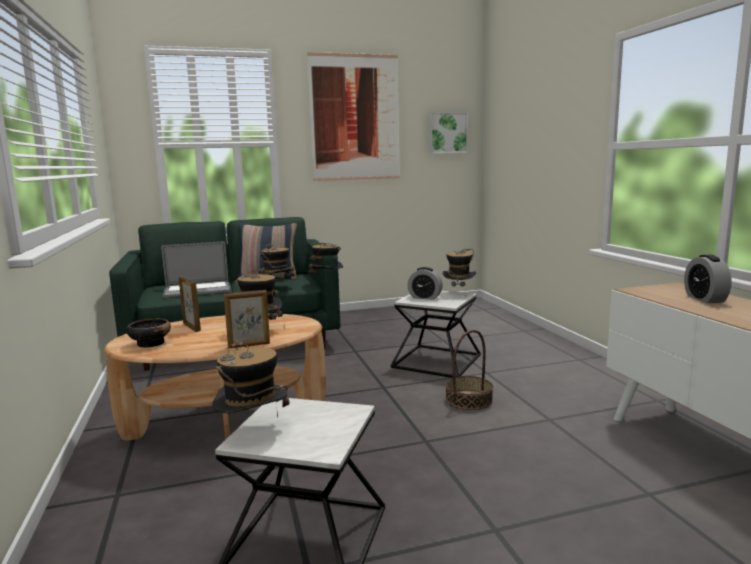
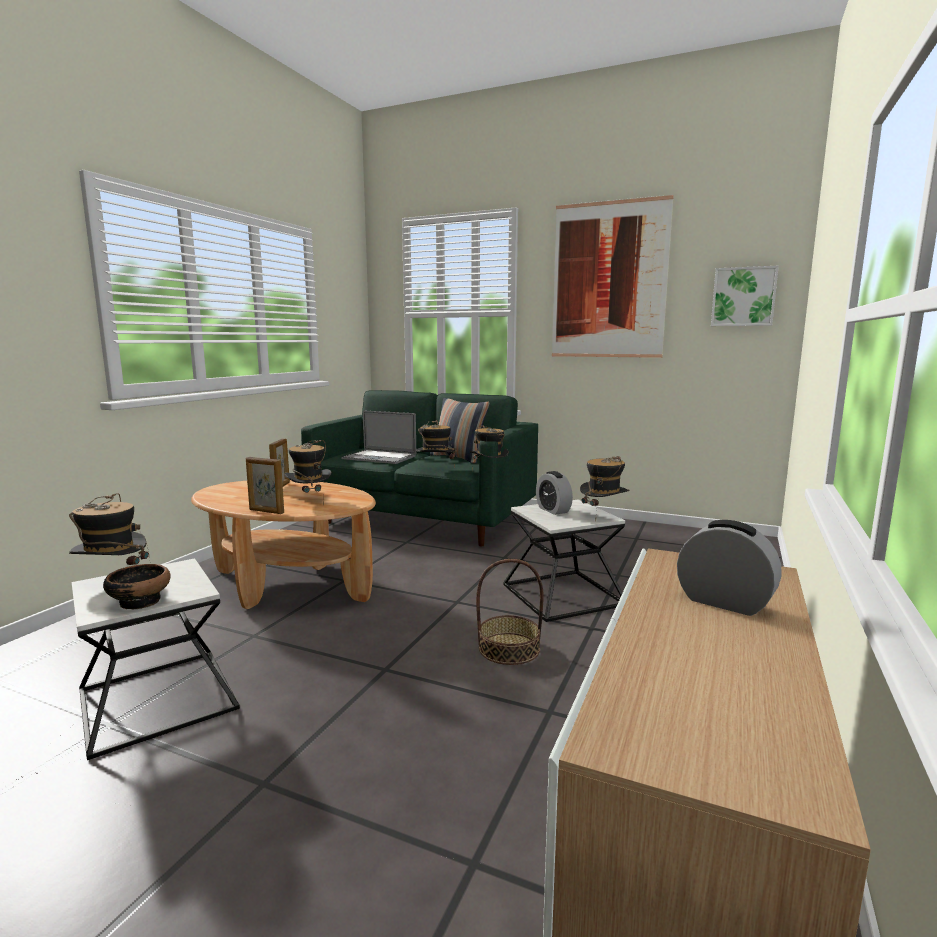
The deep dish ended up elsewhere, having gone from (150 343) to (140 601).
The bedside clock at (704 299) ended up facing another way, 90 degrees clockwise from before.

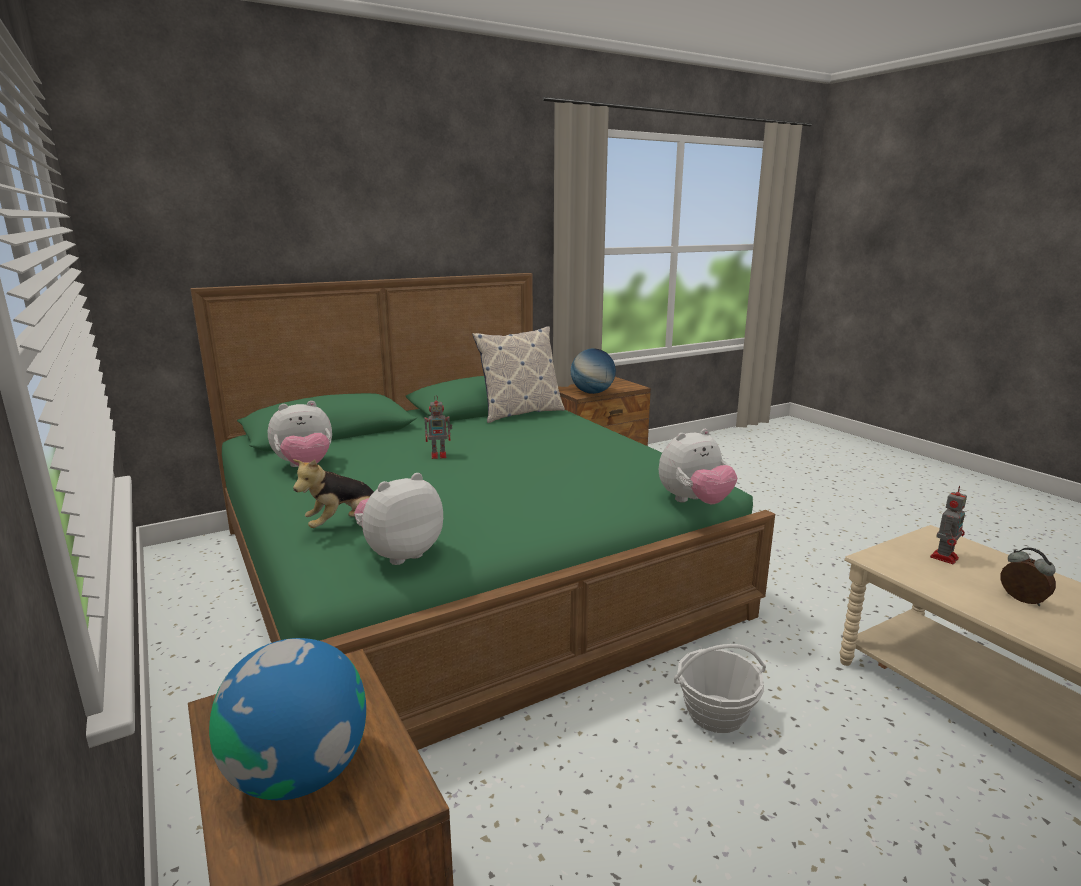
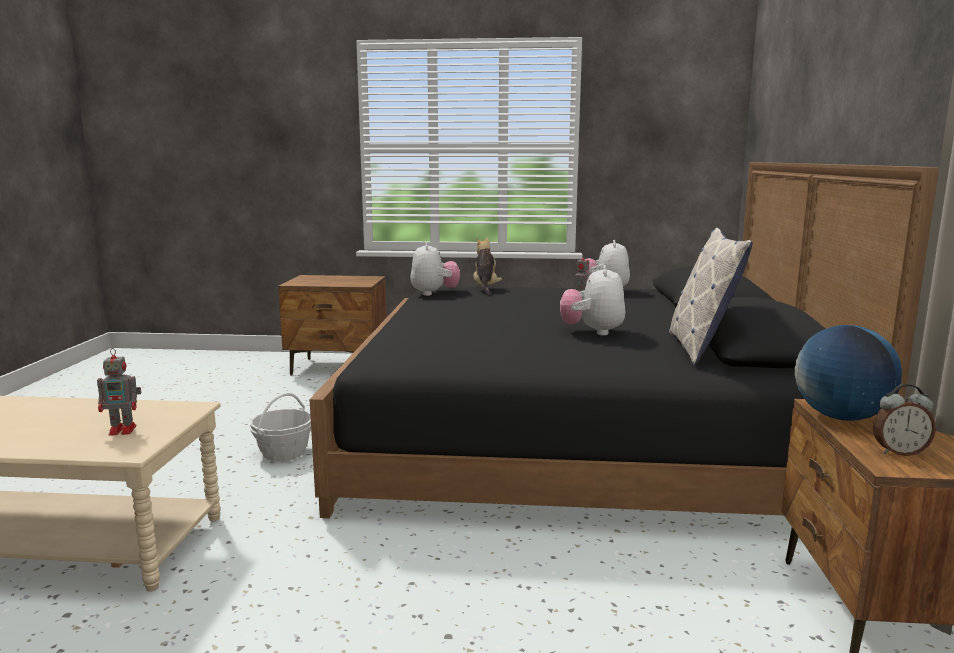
What was the green sleeping bed at (463 568) turned into the black-coloured sleeping bed at (579 434).
The second view lost the desk globe at (299 773).
The cuddly toy ended up elsewhere, having gone from (694 502) to (592 332).
The model robot at (944 557) ended up facing another way, 90 degrees counterclockwise from before.
The bedside clock ended up elsewhere, having gone from (1021 600) to (899 452).

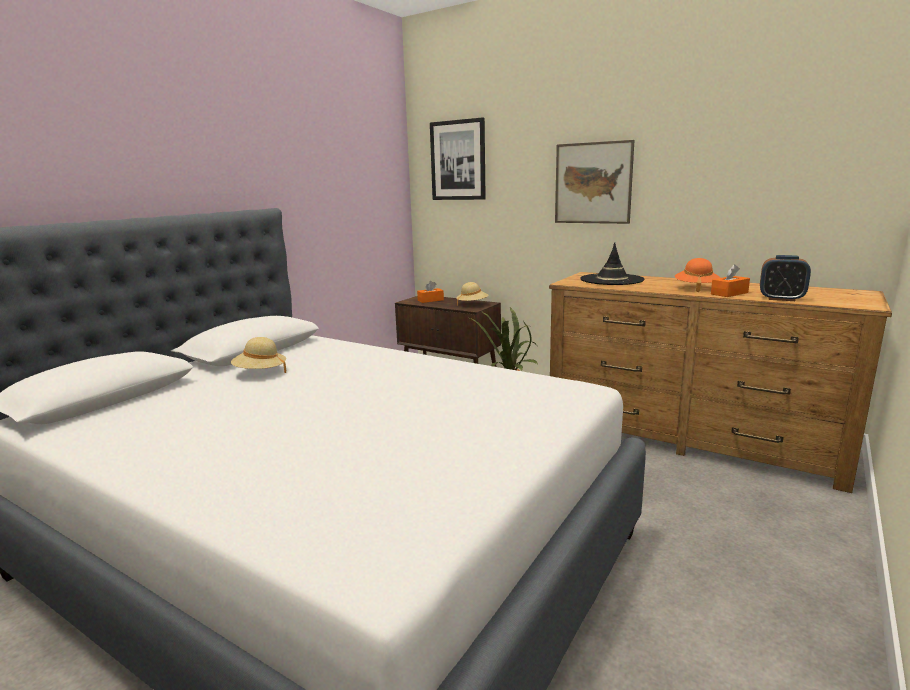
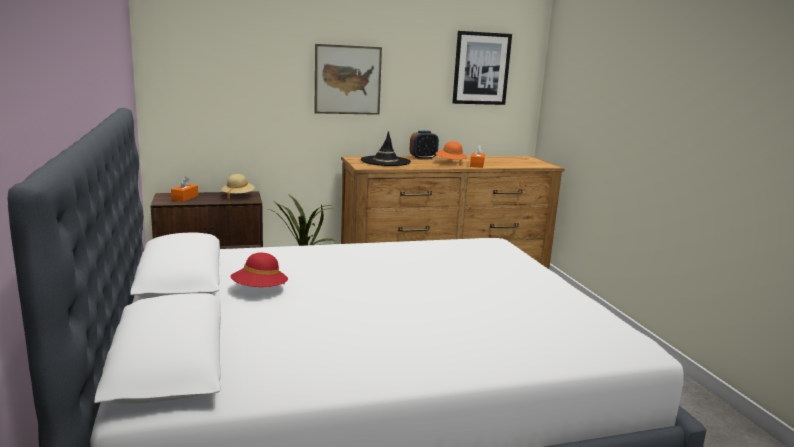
What was the beige-coloured clothing hat at (260 373) turned into the red clothing hat at (259 290).
The wall art ended up elsewhere, having gone from (458 160) to (481 68).
The bedside clock ended up elsewhere, having gone from (781 299) to (423 158).

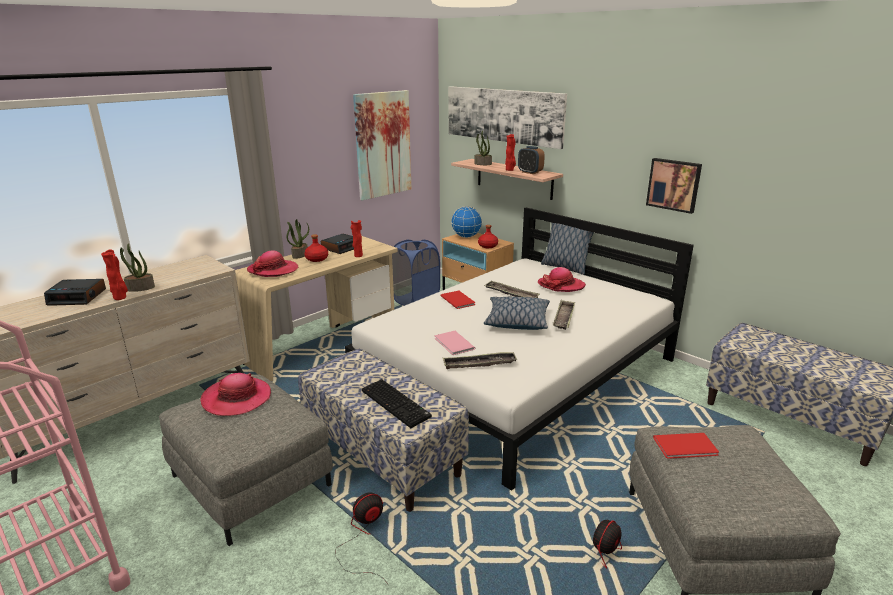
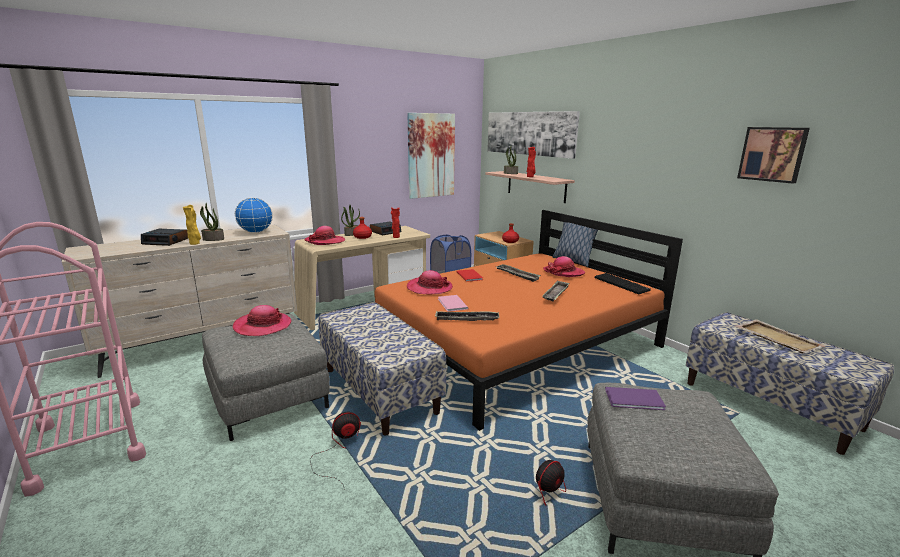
What was the red vase at (120 298) turned into the yellow vase at (195 243).
What was the white-coloured sleeping bed at (518 374) turned into the orange-coloured sleeping bed at (517 344).
The PC keyboard ended up elsewhere, having gone from (397 403) to (622 284).
The desk globe ended up elsewhere, having gone from (466 237) to (256 232).
The second view lost the pillow at (516 321).
The second view lost the bedside clock at (530 172).
The wall art ended up elsewhere, having gone from (674 184) to (772 154).
What was the red volume at (687 447) turned into the purple-coloured volume at (636 400).
The second view gained the clothing hat at (429 288).
The second view gained the beige-coloured carrying tray at (777 338).

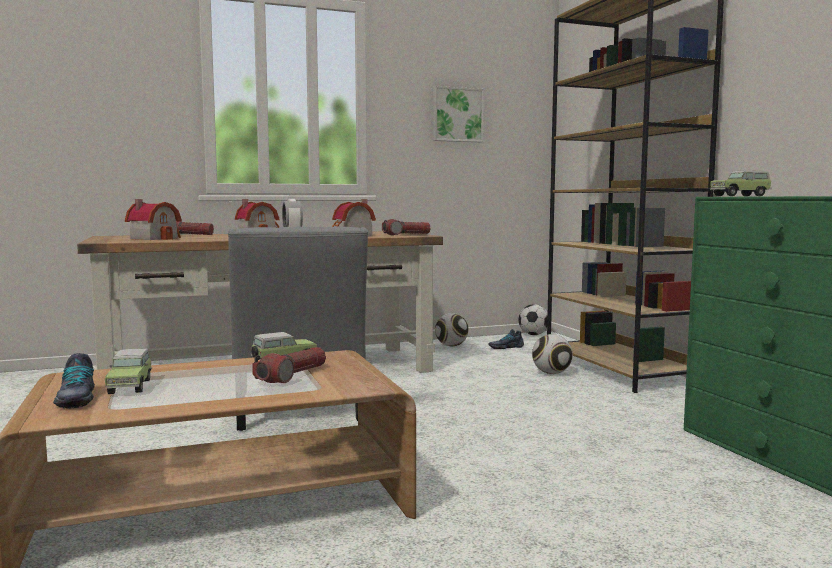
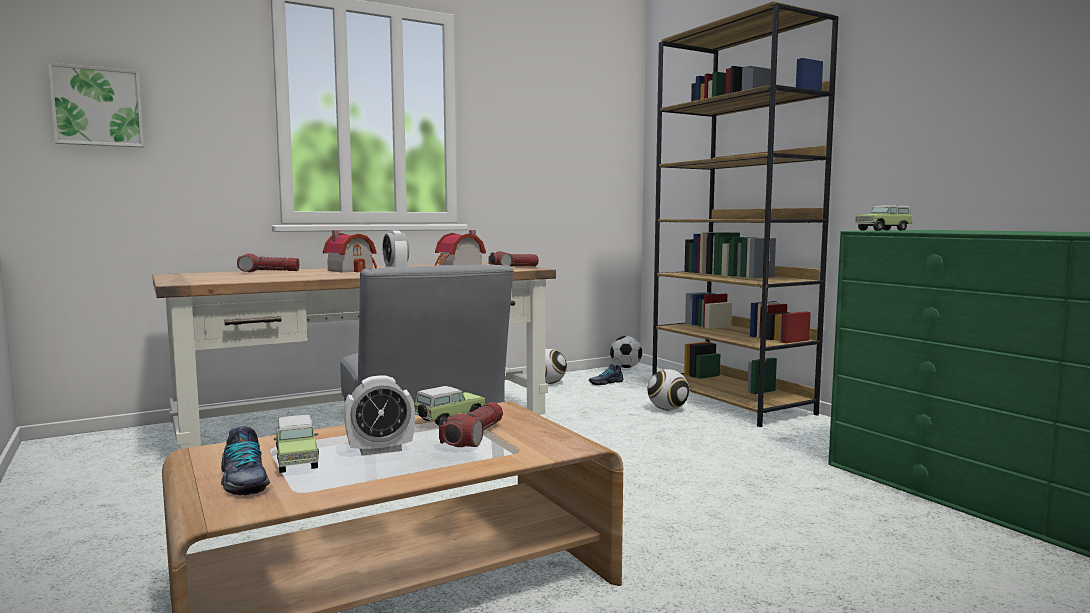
The second view lost the miniature house at (156 238).
The wall art ended up elsewhere, having gone from (457 115) to (97 107).
The second view gained the bedside clock at (380 450).

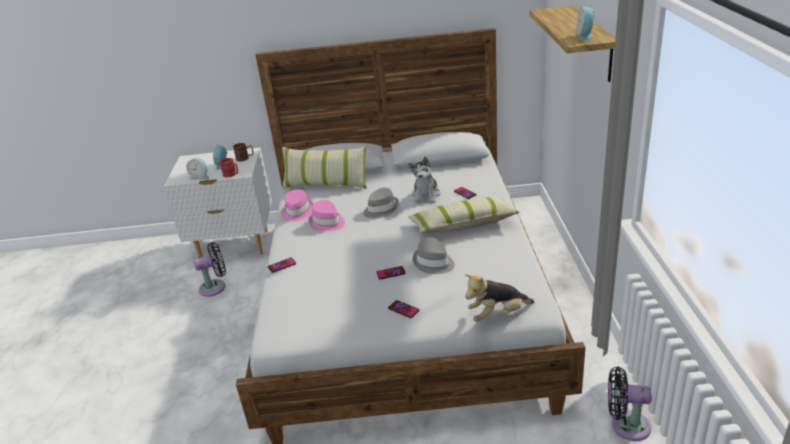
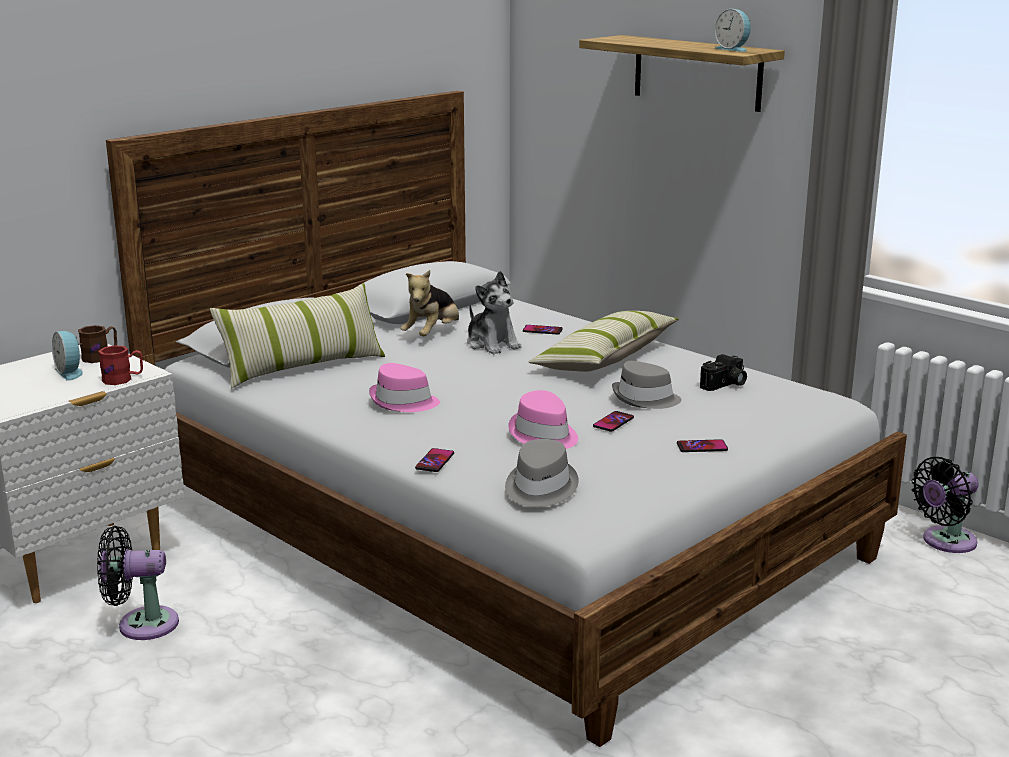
The second view lost the bedside clock at (200 177).
The black-coloured fan at (215 287) ended up facing another way, 120 degrees counterclockwise from before.
The pink-coloured clothing hat ended up elsewhere, having gone from (297 211) to (543 435).
The gray clothing hat ended up elsewhere, having gone from (381 209) to (539 488).
The cuddly toy ended up elsewhere, having gone from (497 315) to (432 334).
The second view gained the still camera at (725 385).

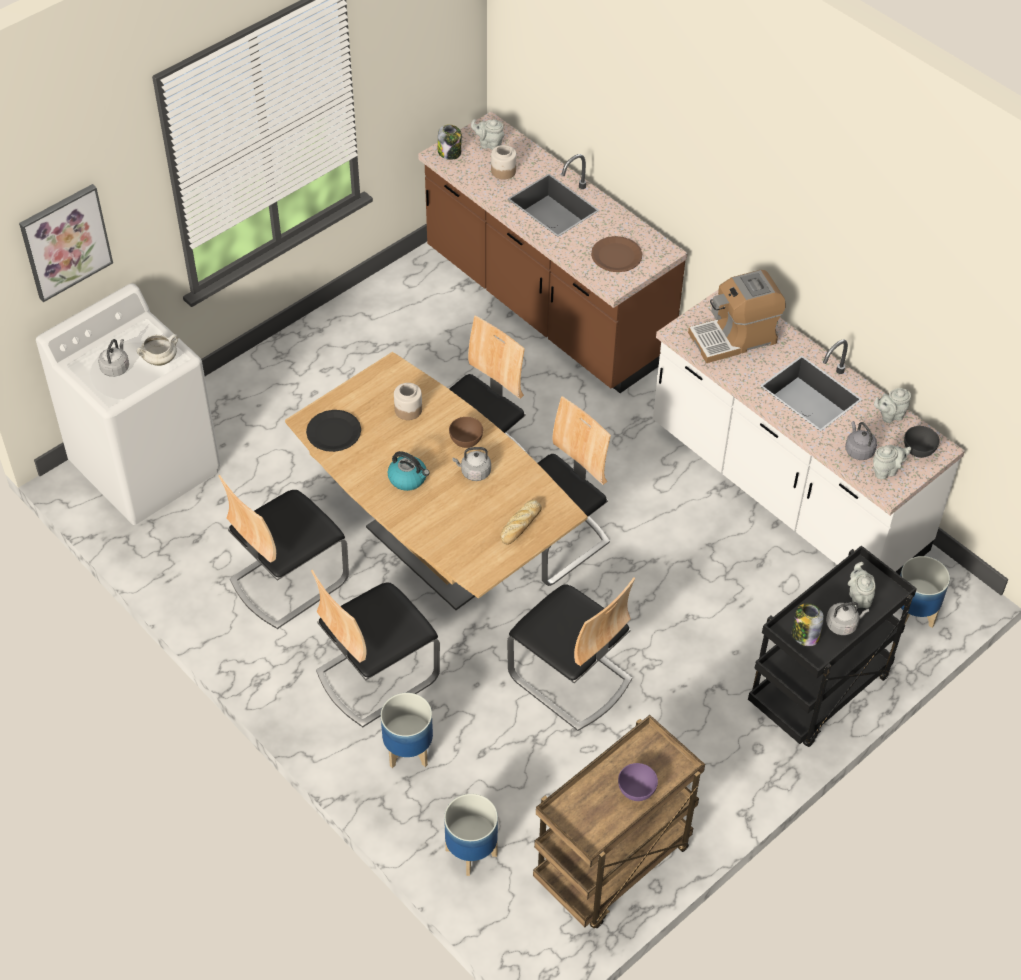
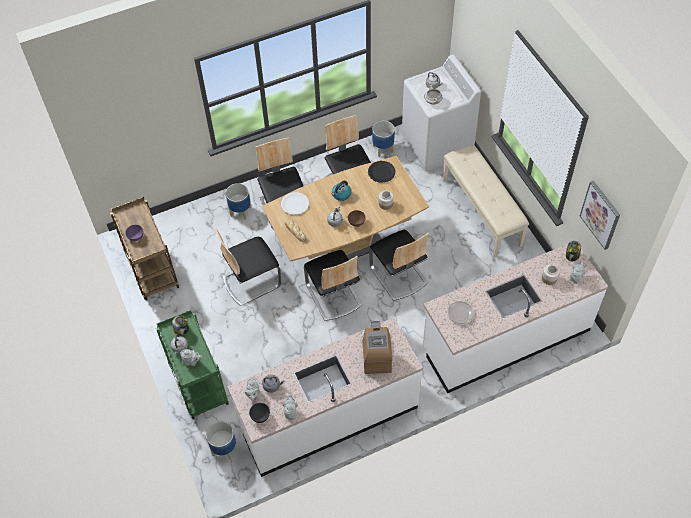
The wall art ended up elsewhere, having gone from (65 241) to (600 214).
What was the brown kitchen counter at (545 306) turned into the white-coloured kitchen counter at (505 339).
The flower pot ended up elsewhere, having gone from (470 853) to (382 149).
Where the brown dinner plate stood at (616 256), the frying pan came to stand at (460 315).
What was the black-coloured trolley at (818 693) turned into the green trolley at (197 384).
The second view gained the white-coloured dinner plate at (295 204).
The second view gained the beige-coloured bench at (482 212).

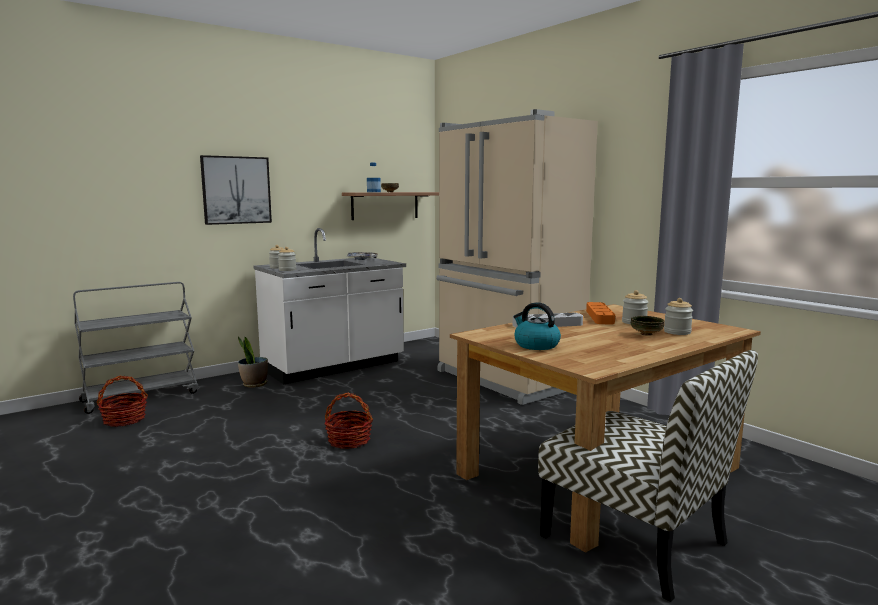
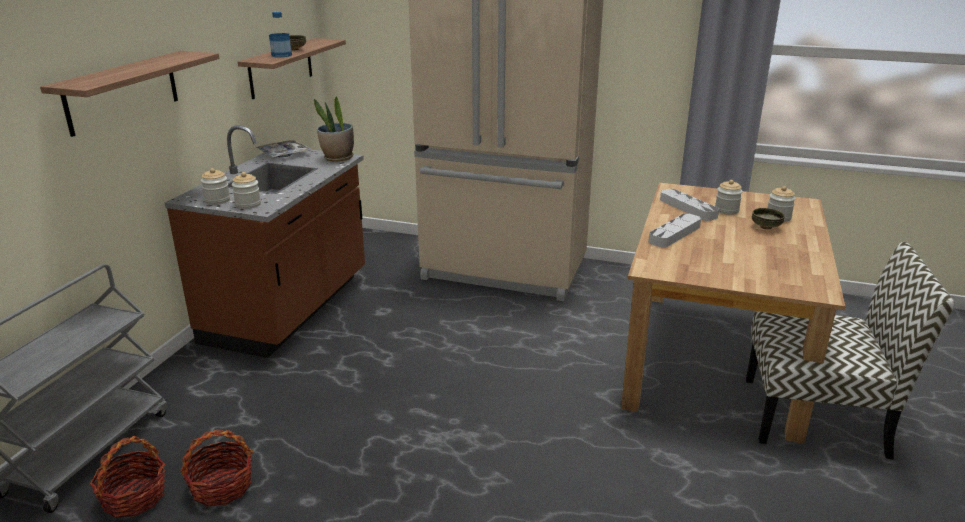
Where the wall art hung at (236 190), the wall shelf came to hang at (122 92).
The houseplant ended up elsewhere, having gone from (254 384) to (338 158).
What was the white-coloured kitchen counter at (334 367) turned into the brown kitchen counter at (289 309).
The storage basket ended up elsewhere, having gone from (349 440) to (221 487).
The second view lost the kettle at (535 345).
What was the orange-coloured carrying tray at (599 317) turned into the gray carrying tray at (688 208).

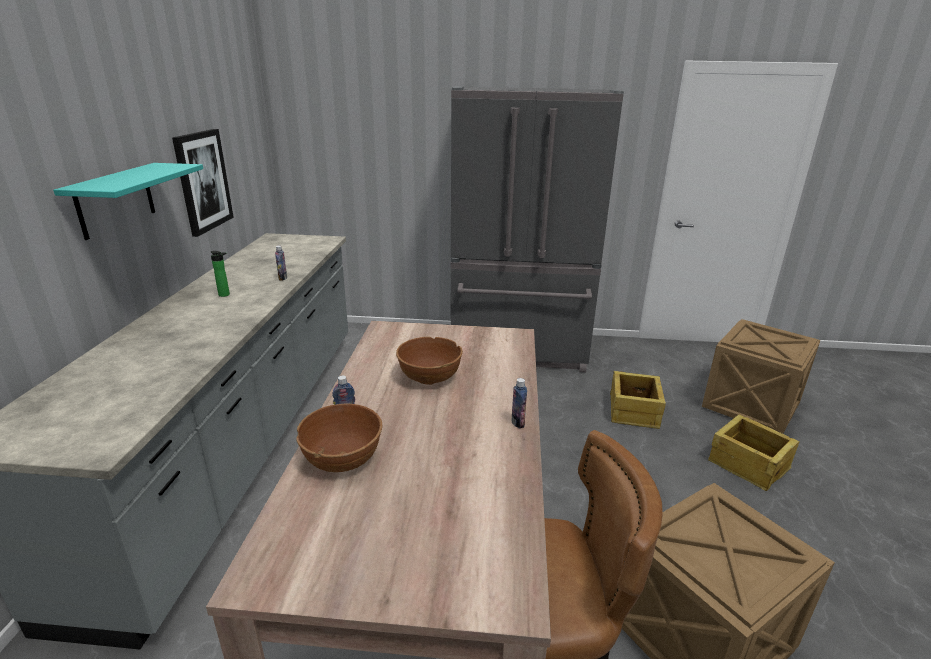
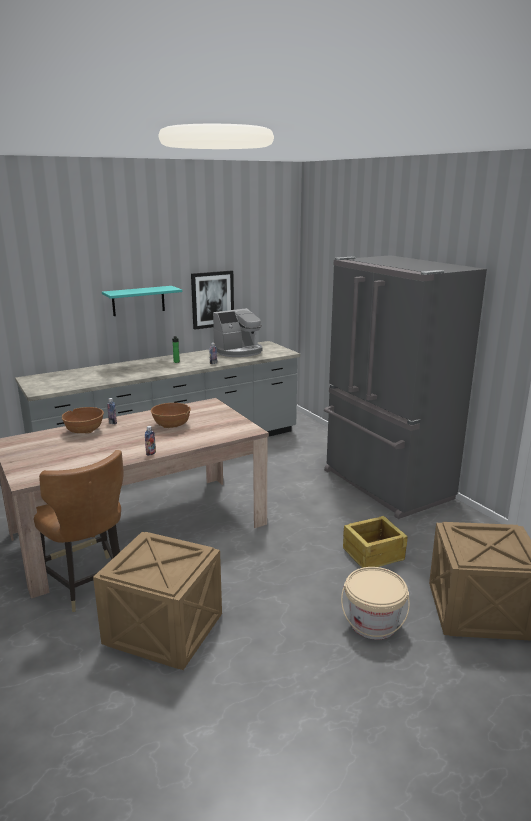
Where the shipping crate stood at (748 464), the beige-coloured pail came to stand at (373 623).
The second view gained the coffee machine at (238 351).

